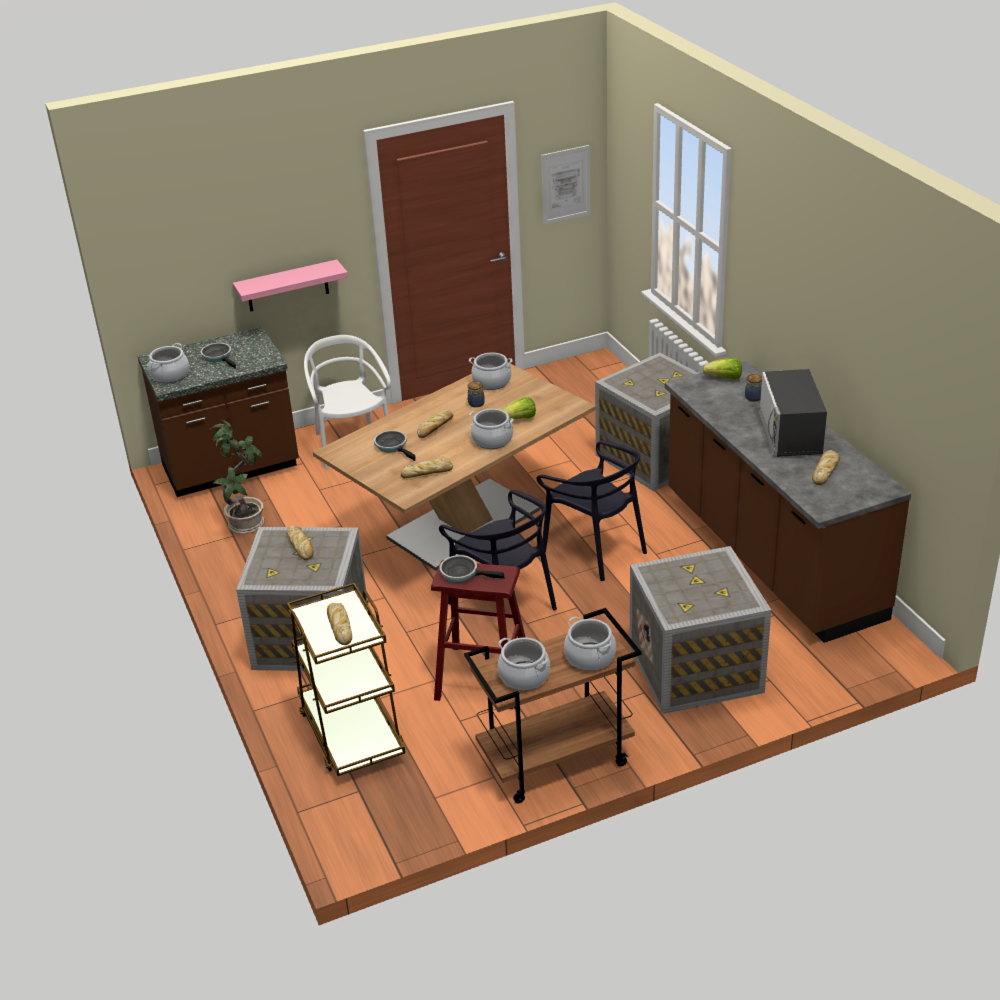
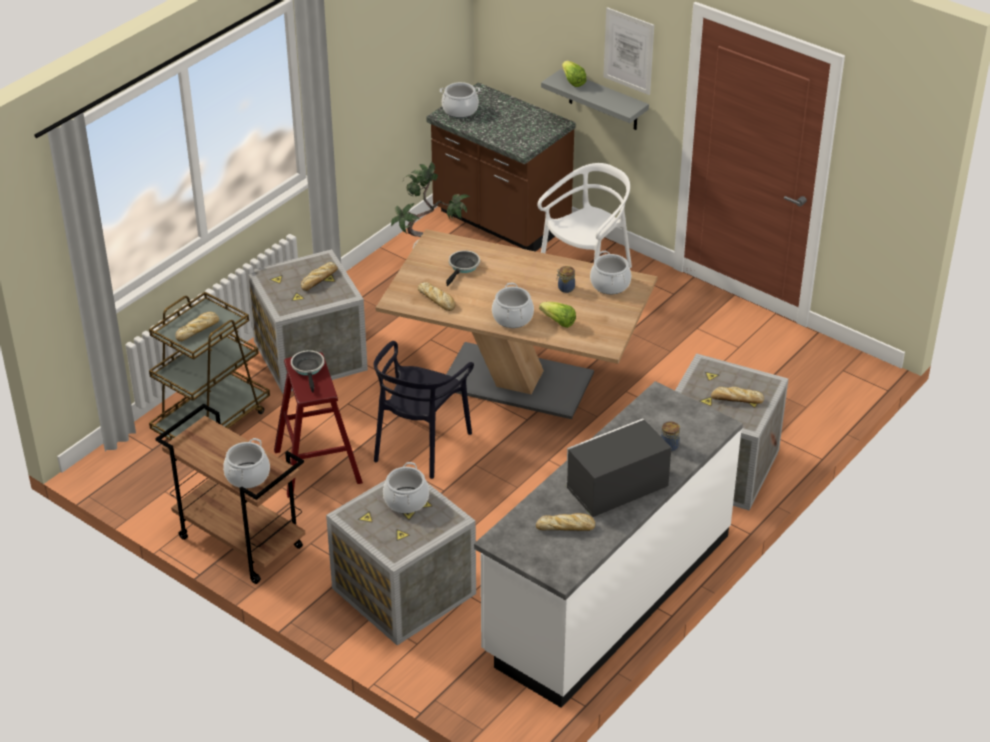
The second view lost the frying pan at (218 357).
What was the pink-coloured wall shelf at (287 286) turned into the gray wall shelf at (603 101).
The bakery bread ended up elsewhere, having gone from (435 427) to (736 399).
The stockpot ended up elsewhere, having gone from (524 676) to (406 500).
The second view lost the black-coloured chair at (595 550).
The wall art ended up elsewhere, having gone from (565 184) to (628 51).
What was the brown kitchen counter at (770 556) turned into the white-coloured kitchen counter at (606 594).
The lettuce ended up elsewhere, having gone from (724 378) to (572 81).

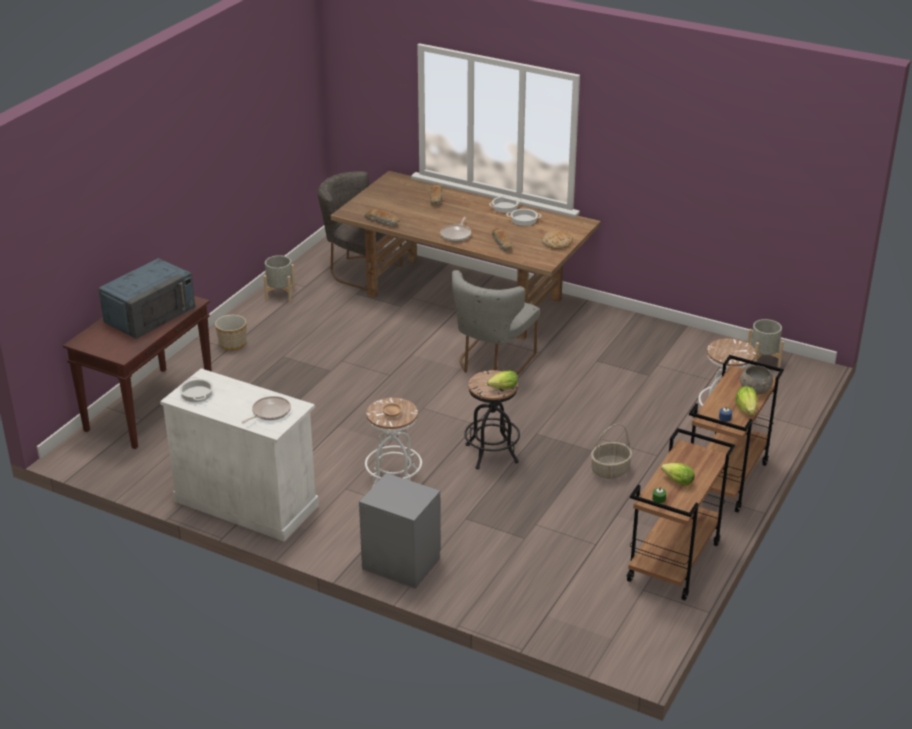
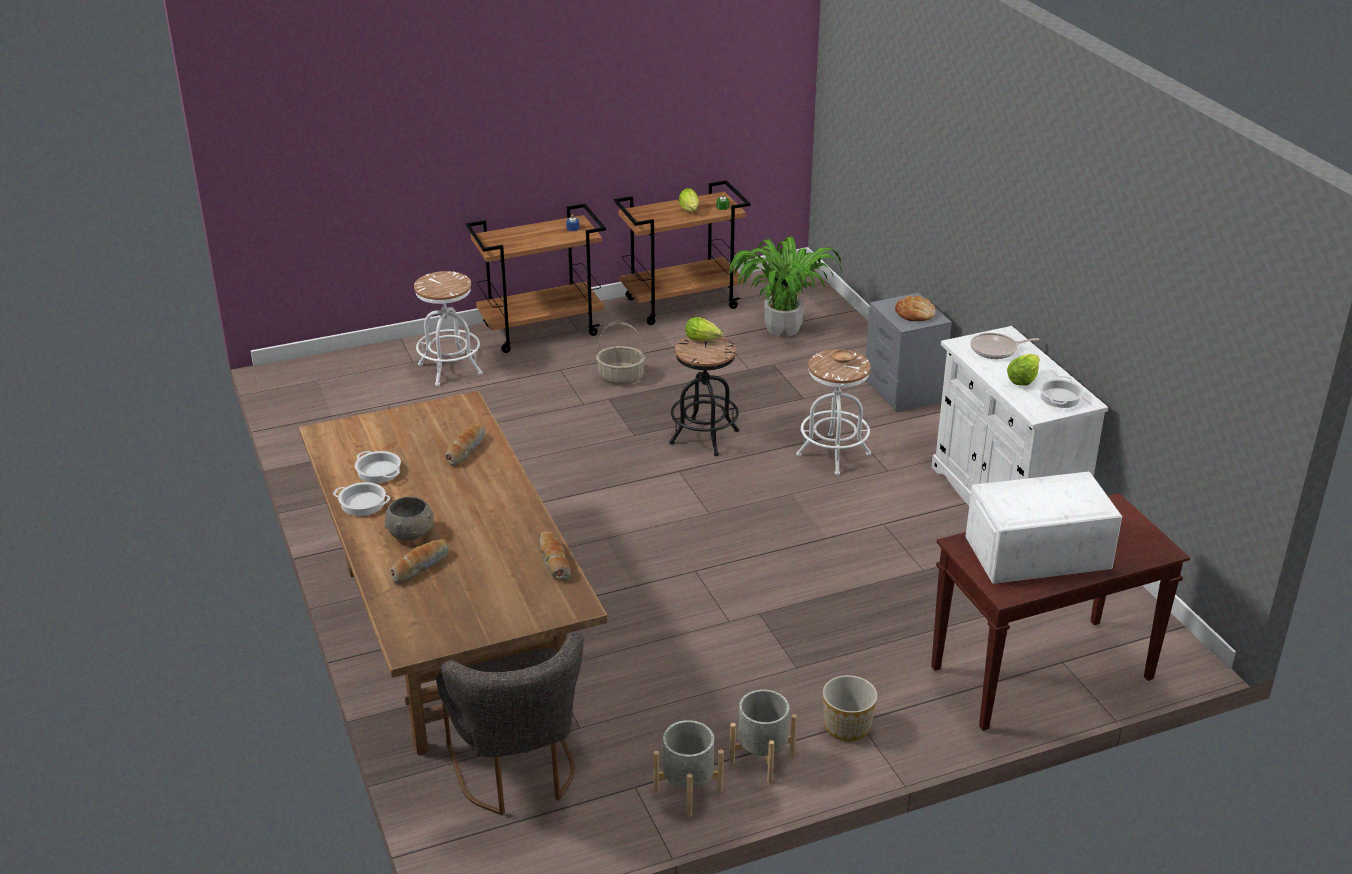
What was the bluish microwave at (150 314) turned into the white-coloured microwave at (1036 552).
The second view lost the frying pan at (456 235).
The second view lost the gray chair at (492 363).
The bakery bread ended up elsewhere, having gone from (557 243) to (915 313).
The lettuce ended up elsewhere, having gone from (746 409) to (1022 380).
The gray deep dish ended up elsewhere, having gone from (754 390) to (411 533).
The gray flower pot ended up elsewhere, having gone from (762 360) to (761 759).
The second view gained the houseplant at (783 328).

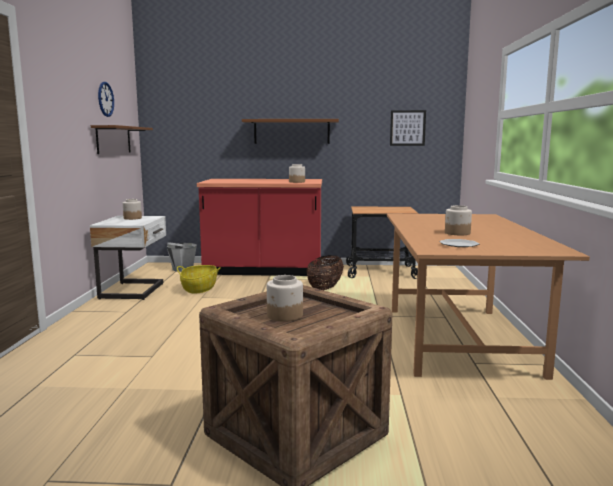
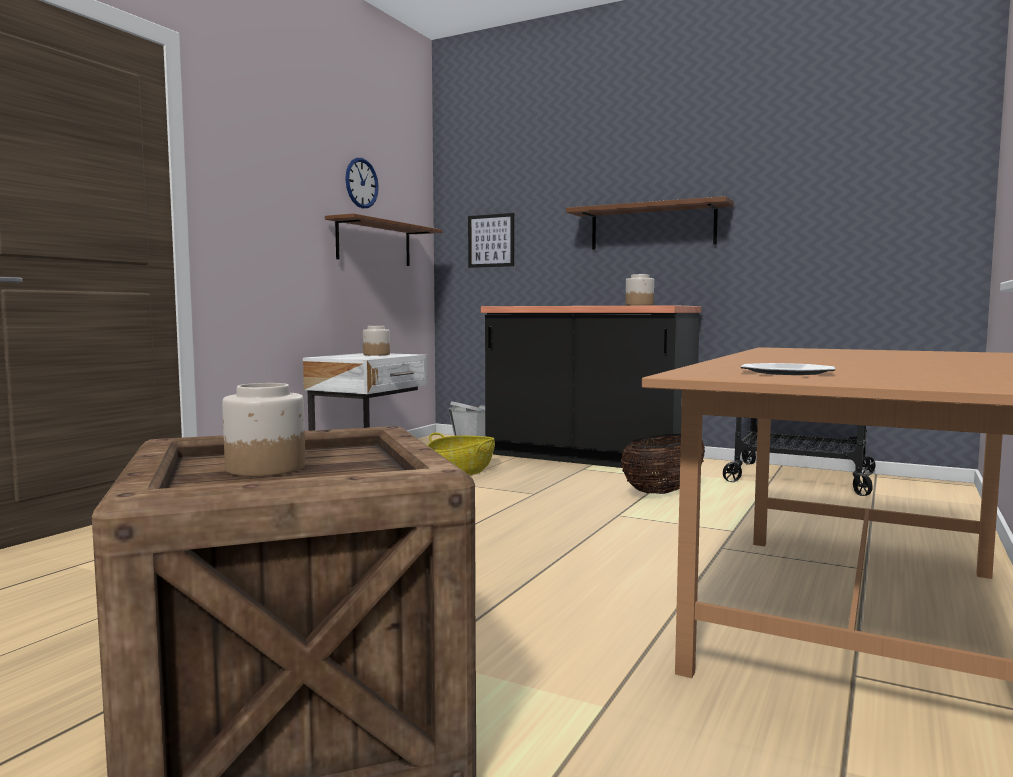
What was the red kitchen counter at (264 271) turned into the black-coloured kitchen counter at (588 458).
The wall art ended up elsewhere, having gone from (407 128) to (491 241).
The second view lost the storage jar at (457 233).

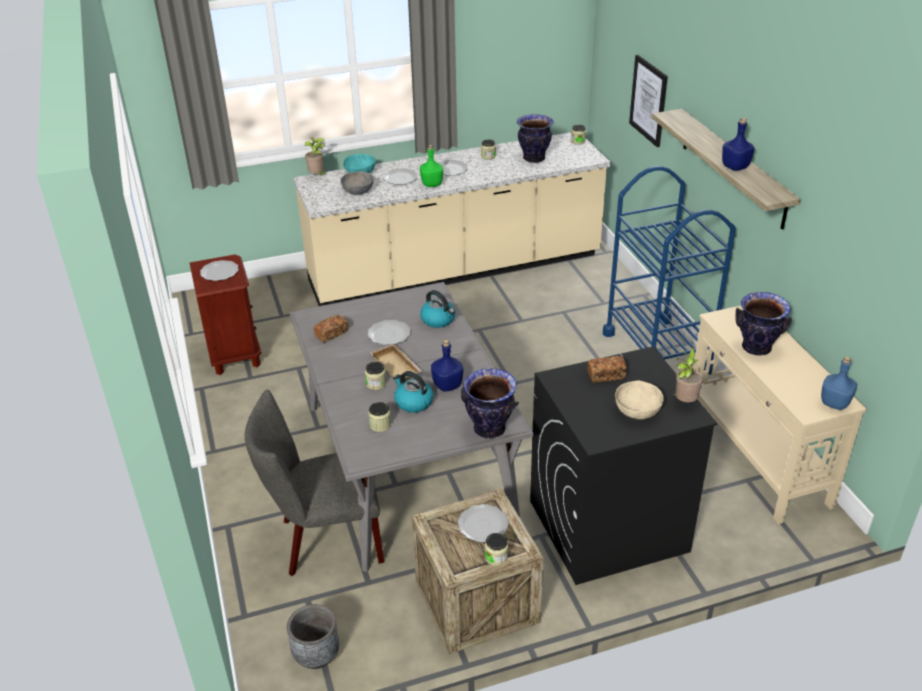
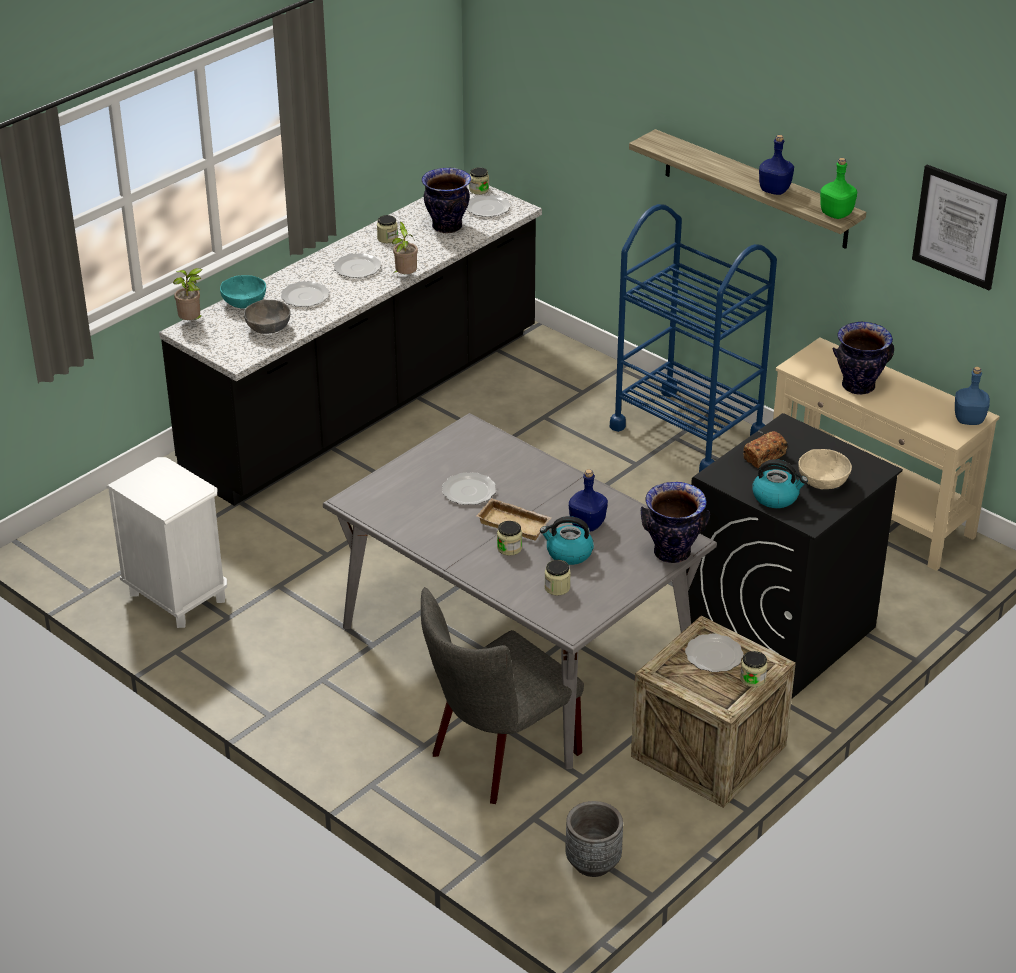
What was the brown nightstand at (234 354) turned into the white-coloured nightstand at (177 597).
The dinner plate ended up elsewhere, having gone from (219 272) to (487 208).
What was the beige-coloured kitchen counter at (455 270) turned into the black-coloured kitchen counter at (366 403).
The second view lost the bakery bread at (331 334).
The green drink bottle ended up elsewhere, having gone from (432 184) to (836 214).
The kettle ended up elsewhere, having gone from (438 320) to (776 497).
The wall art ended up elsewhere, having gone from (648 100) to (959 226).
The houseplant ended up elsewhere, having gone from (684 402) to (404 276).

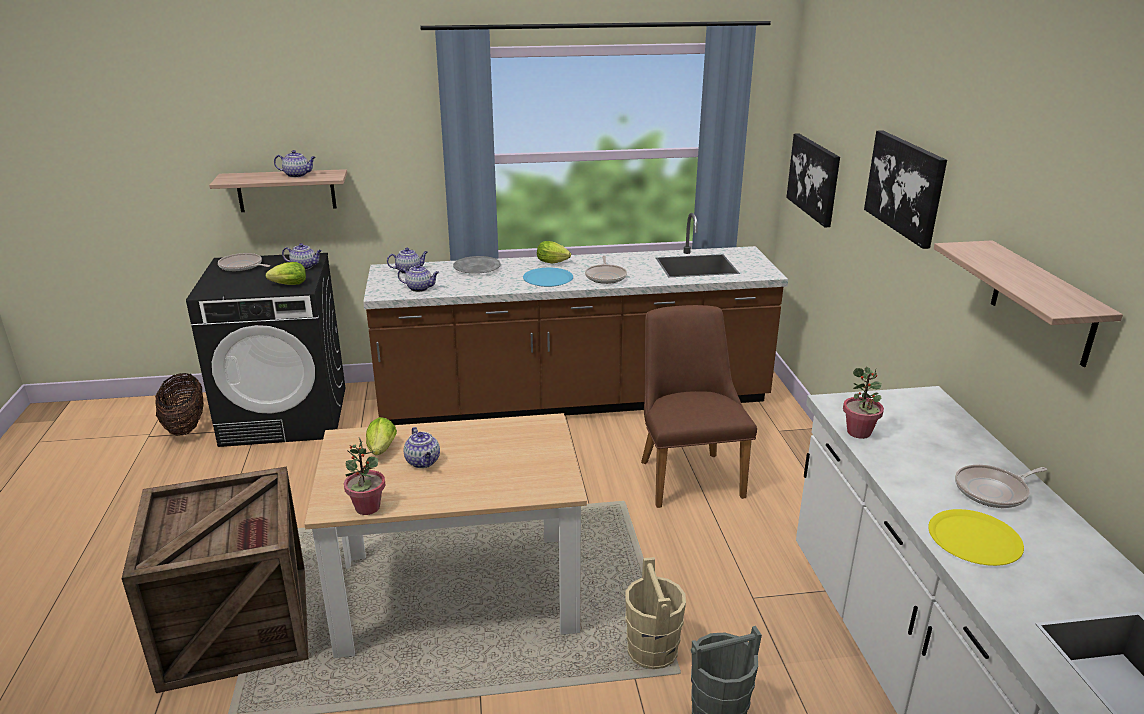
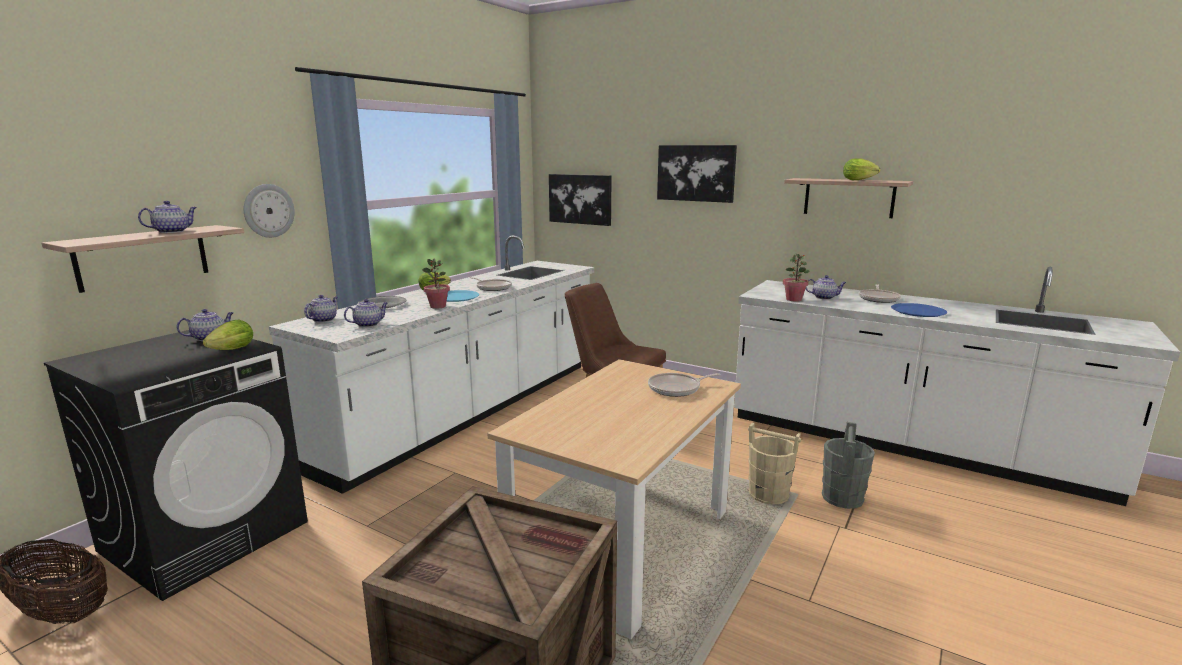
The frying pan ended up elsewhere, having gone from (242 266) to (677 389).
The houseplant ended up elsewhere, having gone from (367 508) to (438 306).
What was the brown kitchen counter at (574 401) turned into the white-coloured kitchen counter at (471 411).
The lettuce ended up elsewhere, having gone from (381 451) to (860 180).
The teapot ended up elsewhere, having gone from (423 462) to (824 297).
What was the yellow dinner plate at (974 539) turned into the bluish dinner plate at (918 311).
The second view gained the wall clock at (268 210).

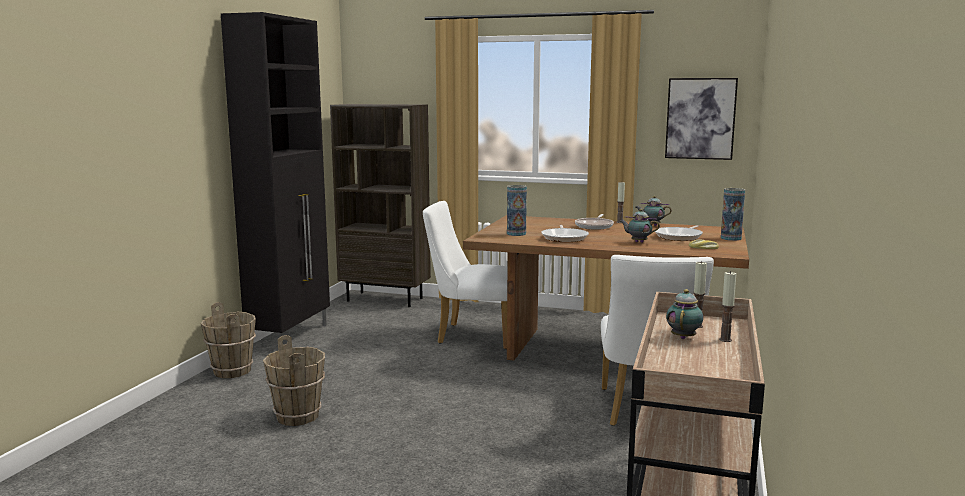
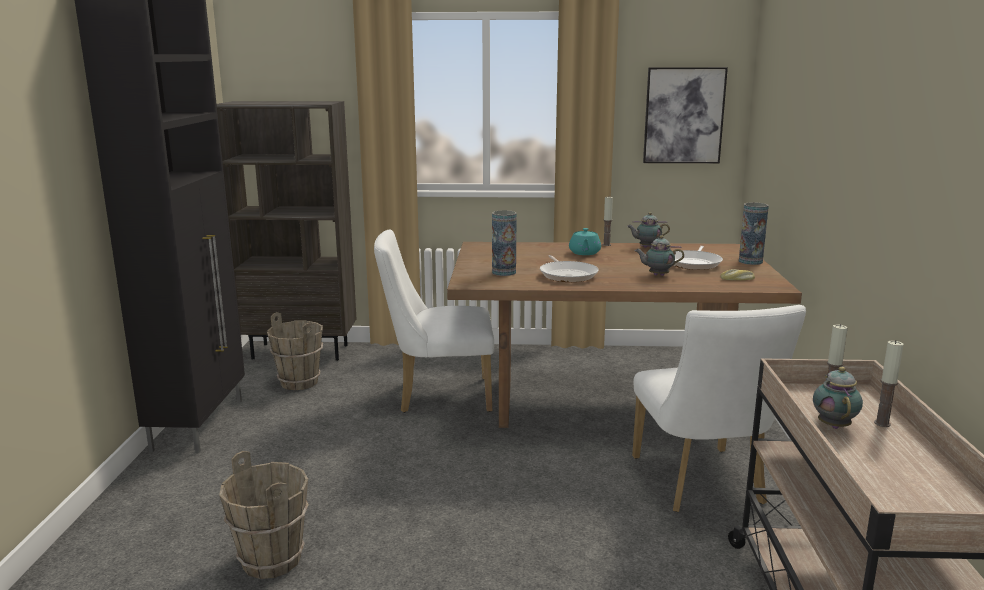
The brown pail ended up elsewhere, having gone from (233 371) to (299 382).
Where the frying pan stood at (594 226), the blue-green teapot came to stand at (584 253).

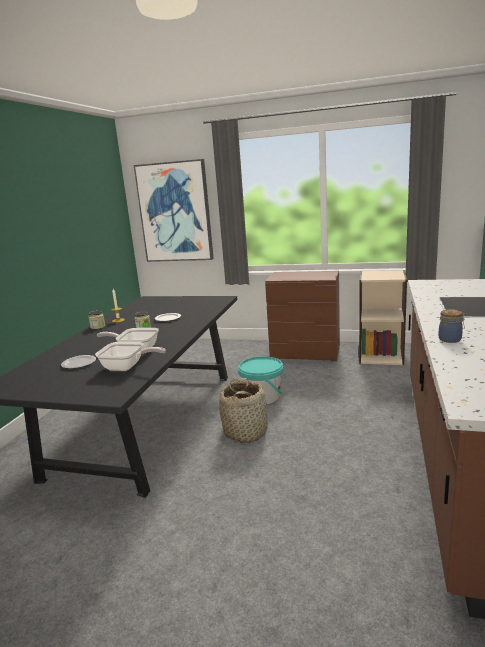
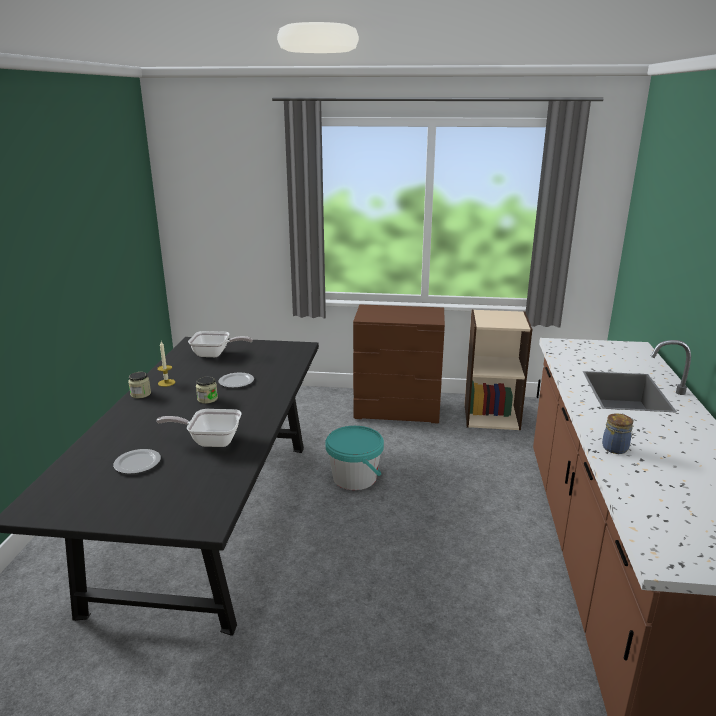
The frying pan ended up elsewhere, having gone from (127 367) to (215 354).
The second view lost the wall art at (175 212).
The second view lost the storage basket at (246 432).

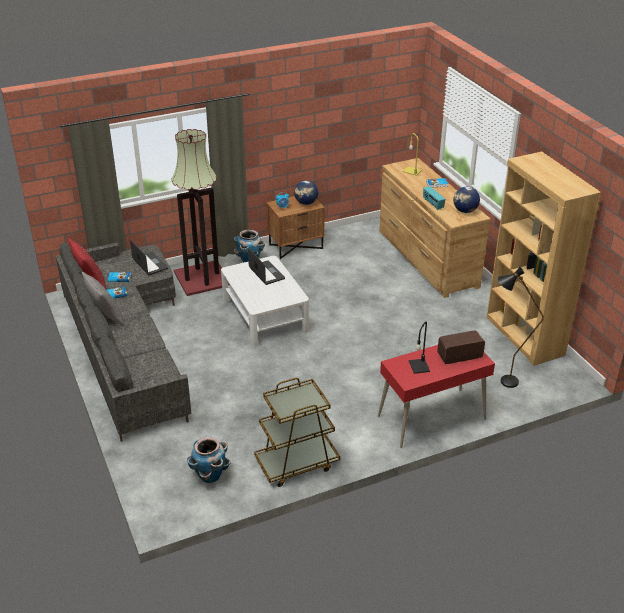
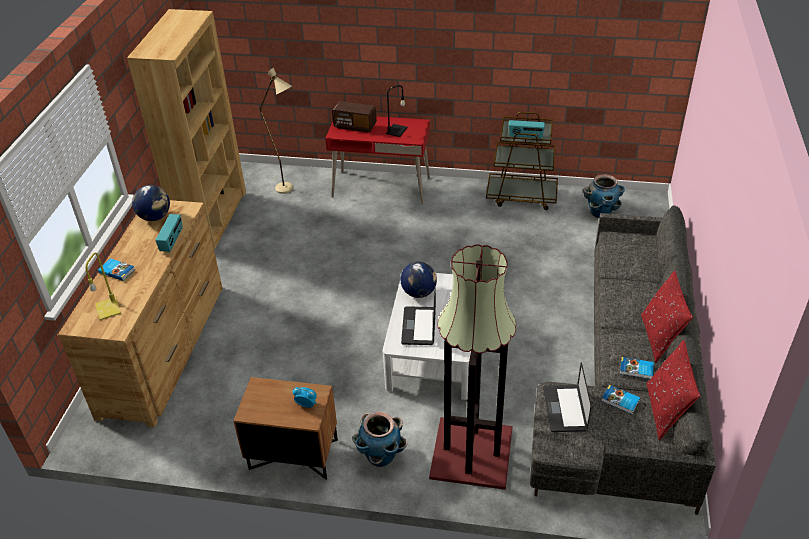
What was the gray pillow at (106 317) turned into the red pillow at (660 338).
The desk globe ended up elsewhere, having gone from (306 203) to (419 292).
What was the black-coloured standing lamp at (502 381) turned into the beige-coloured standing lamp at (289 190).
The second view gained the radio at (525 137).

